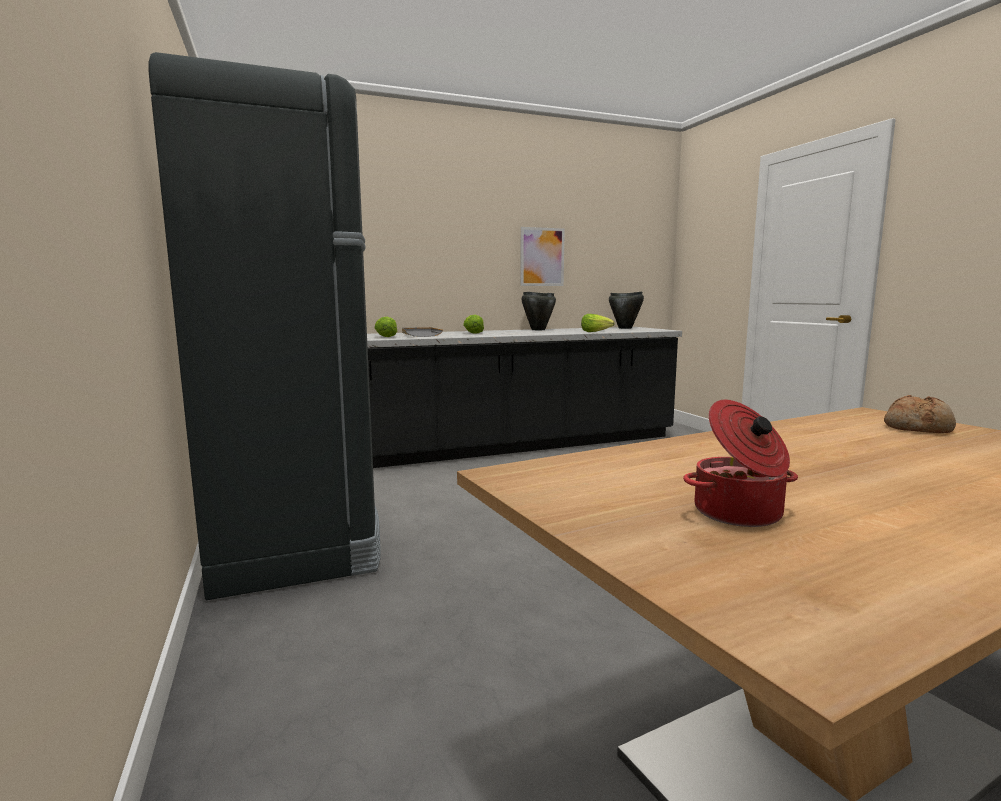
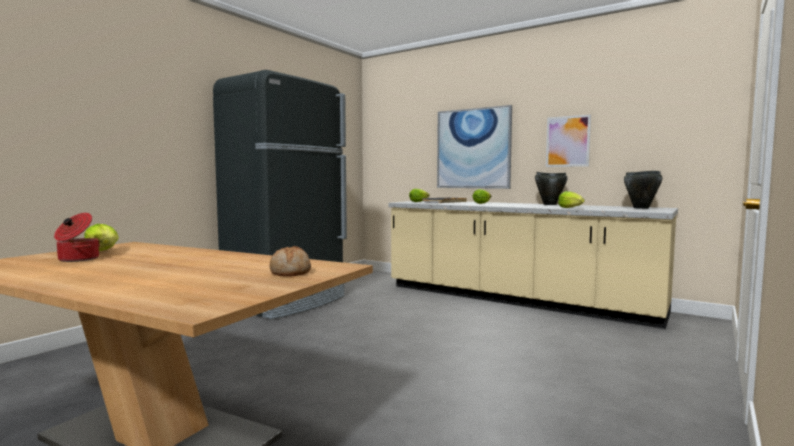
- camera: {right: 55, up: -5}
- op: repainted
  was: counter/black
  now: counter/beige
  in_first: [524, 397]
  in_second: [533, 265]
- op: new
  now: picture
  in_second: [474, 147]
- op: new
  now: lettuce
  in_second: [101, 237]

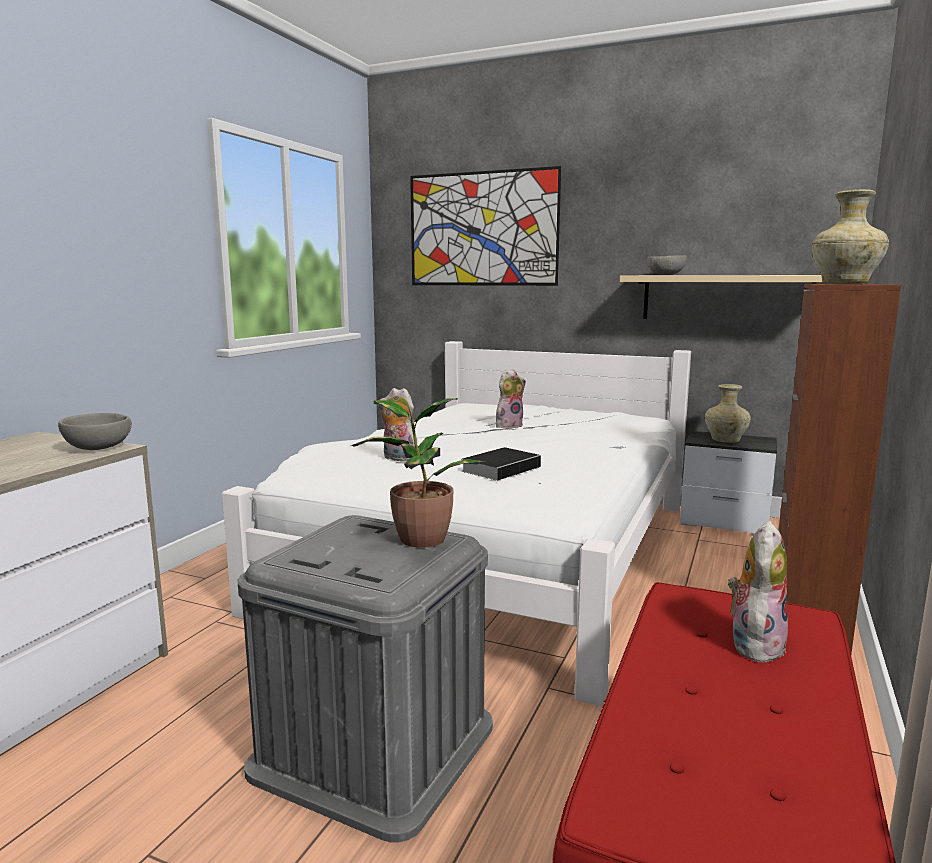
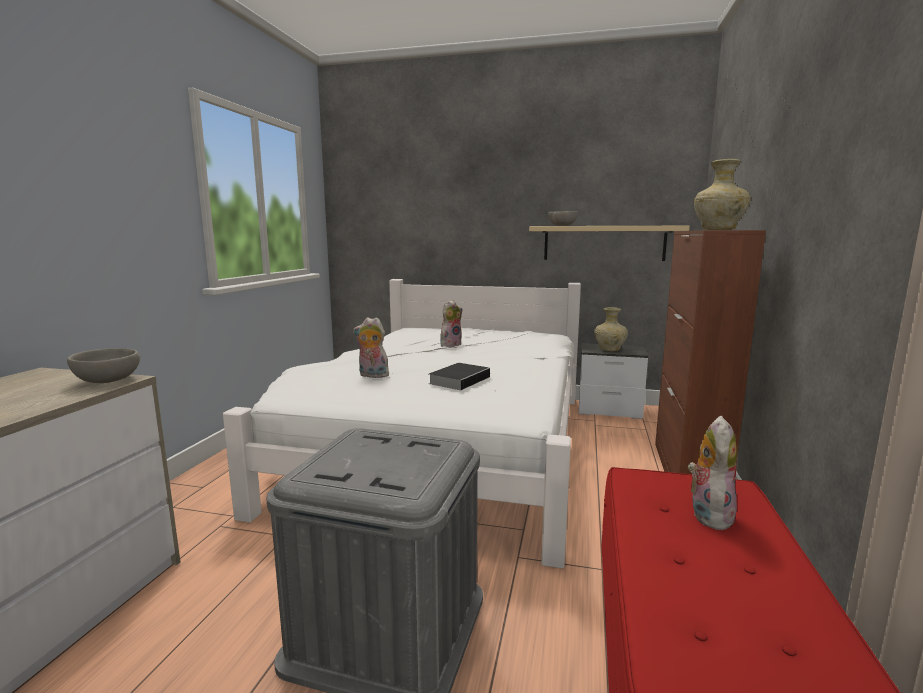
- camera: {right: -10, up: 0}
- op: gone
  was: picture
  in_first: [485, 226]
- op: gone
  was: potted plant
  in_first: [418, 473]

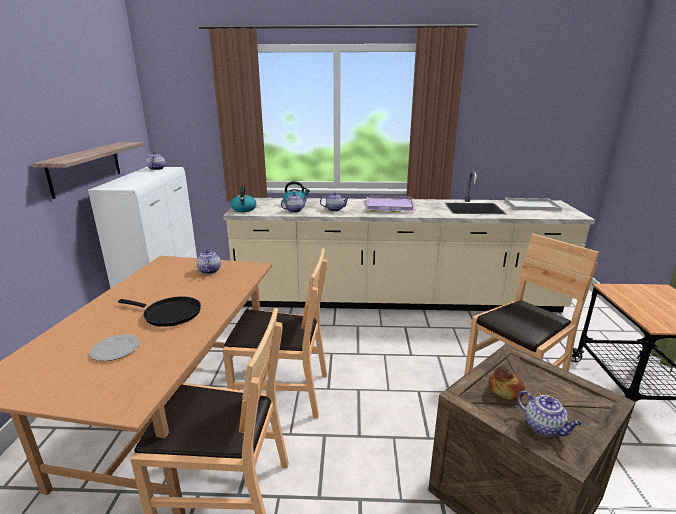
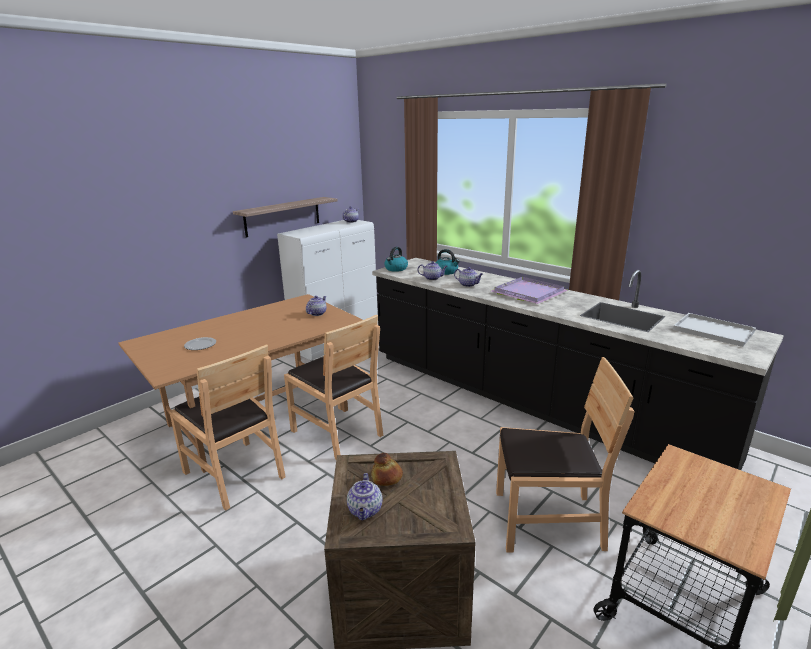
- camera: {right: 40, up: 0}
- op: repainted
  was: counter/beige
  now: counter/black
  in_first: [409, 241]
  in_second: [578, 364]
- op: gone
  was: frying pan/black
  in_first: [159, 311]

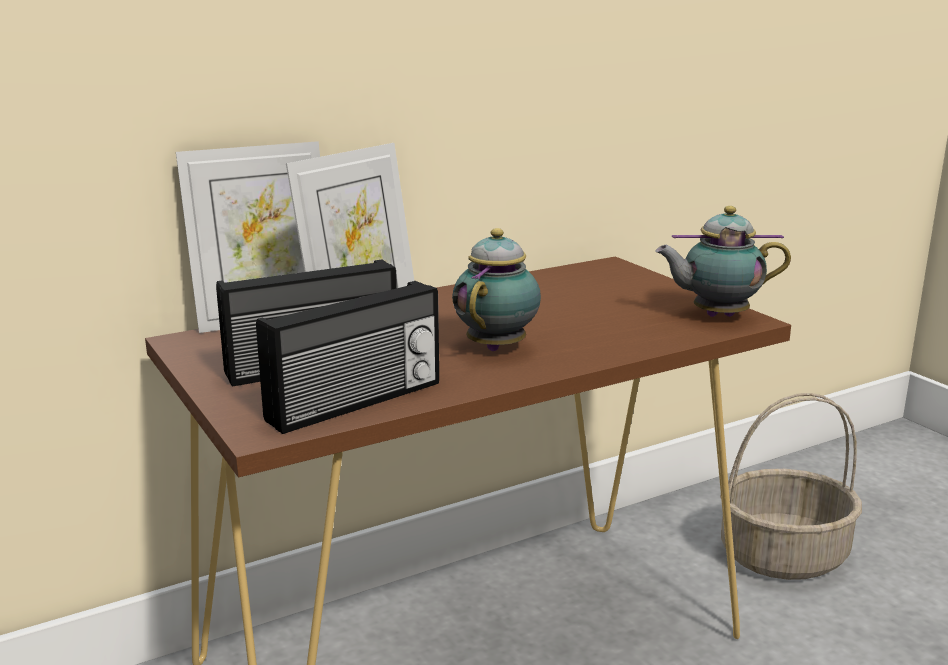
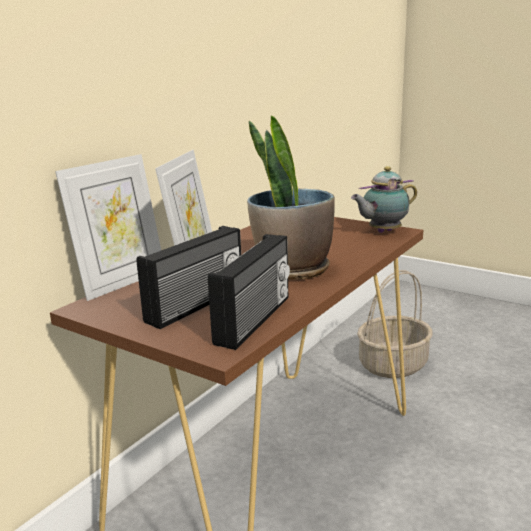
- camera: {right: -25, up: 0}
- op: swapped
  was: teapot
  now: potted plant
  in_first: [496, 289]
  in_second: [291, 197]

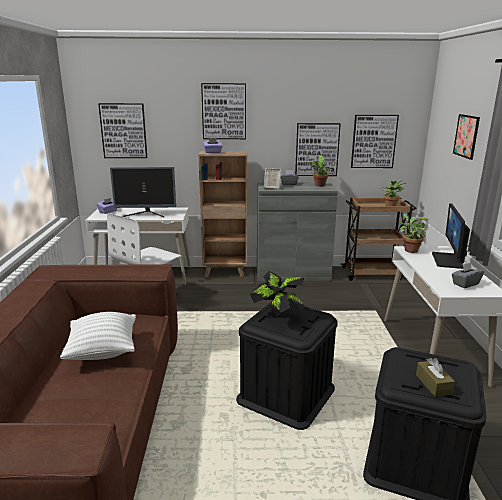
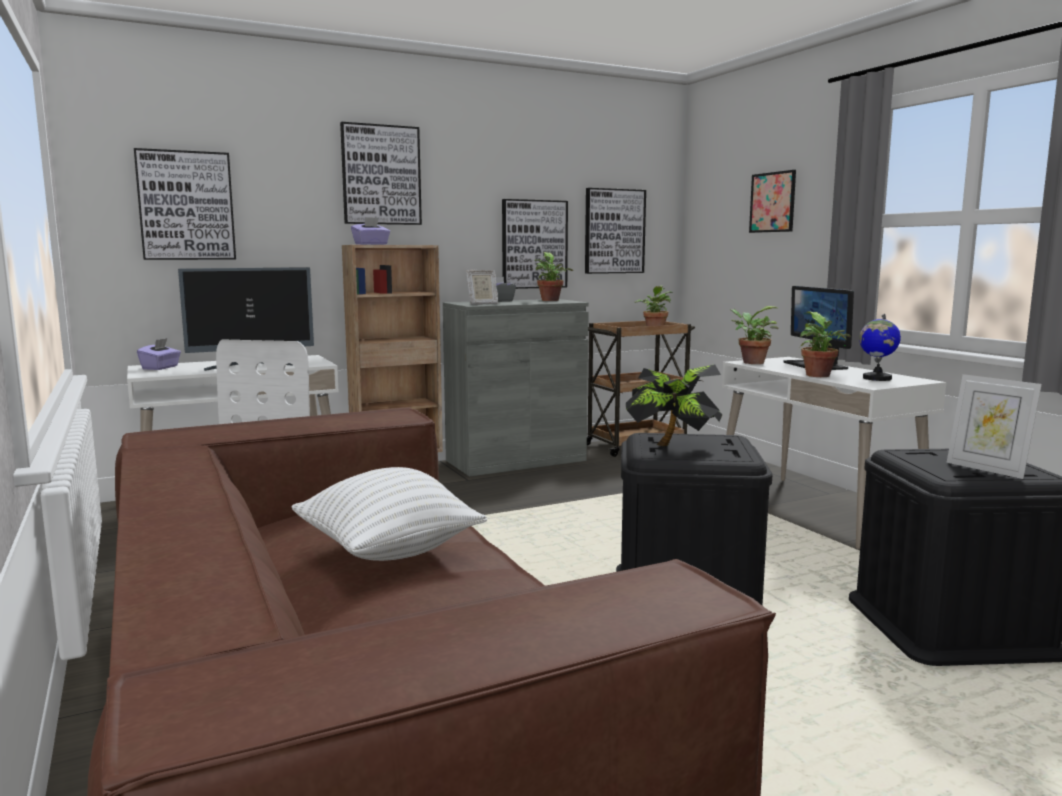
- camera: {right: -25, up: -10}
- op: swapped
  was: tissue box/grey
  now: globe
  in_first: [468, 275]
  in_second: [880, 347]
- op: swapped
  was: tissue box/brown
  now: picture frame
  in_first: [435, 377]
  in_second: [994, 426]
- op: new
  now: potted plant
  in_second: [825, 344]

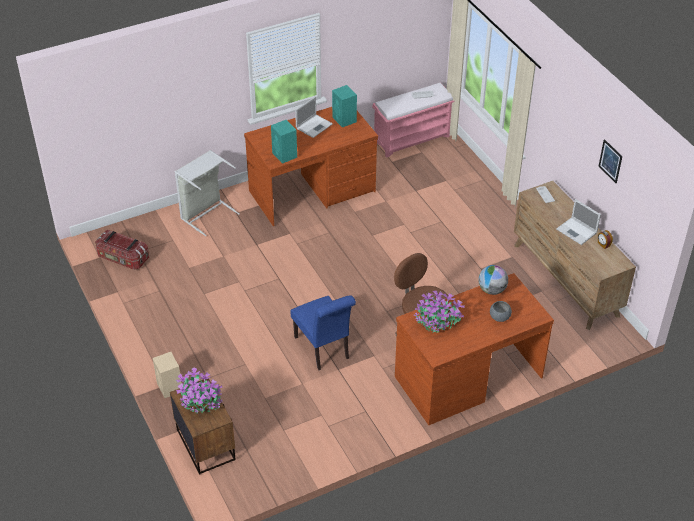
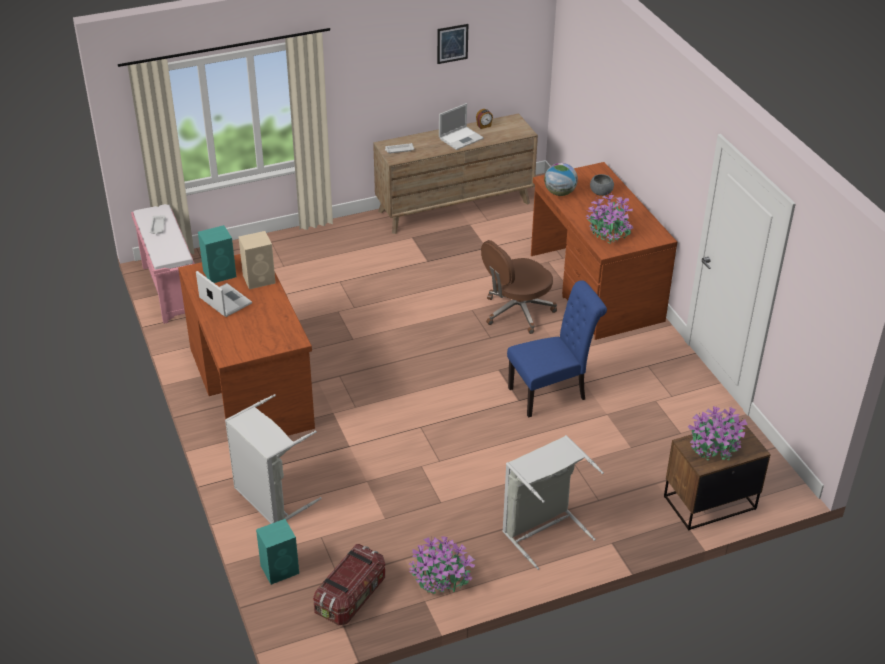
- camera: {right: -85, up: -5}
- op: shifted
  was: speaker/turquoise
  in_first: [284, 142]
  in_second: [277, 552]
- op: shifted
  was: speaker/beige
  in_first: [167, 375]
  in_second: [257, 260]
- op: new
  now: laundry basket/grey
  in_second: [553, 502]
- op: new
  now: potted plant
  in_second: [442, 565]

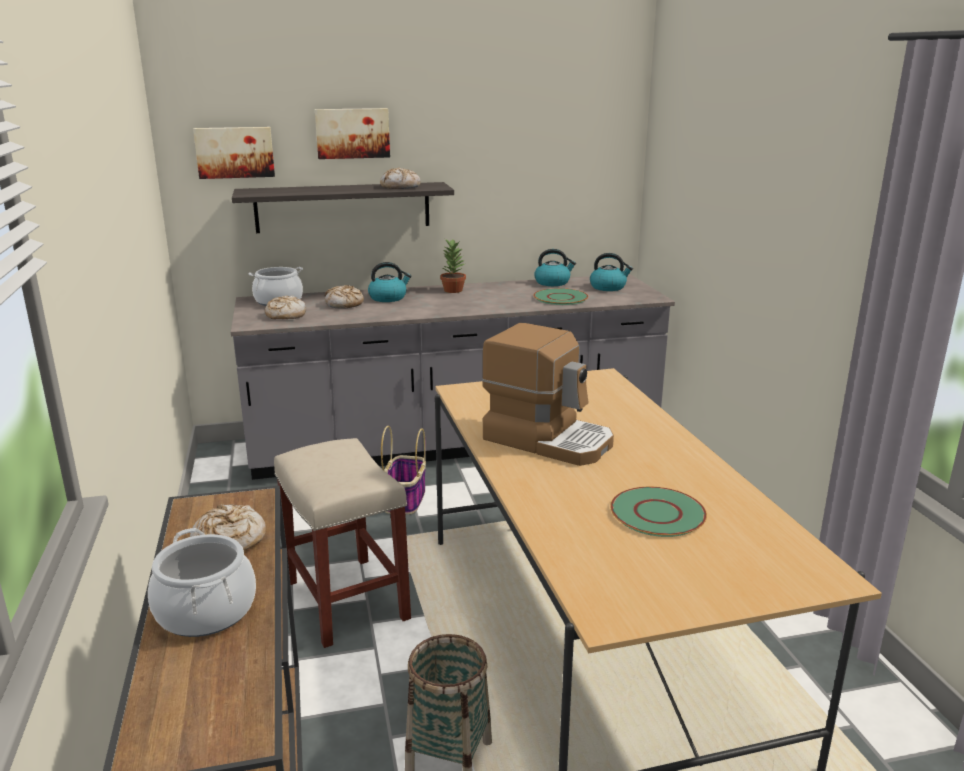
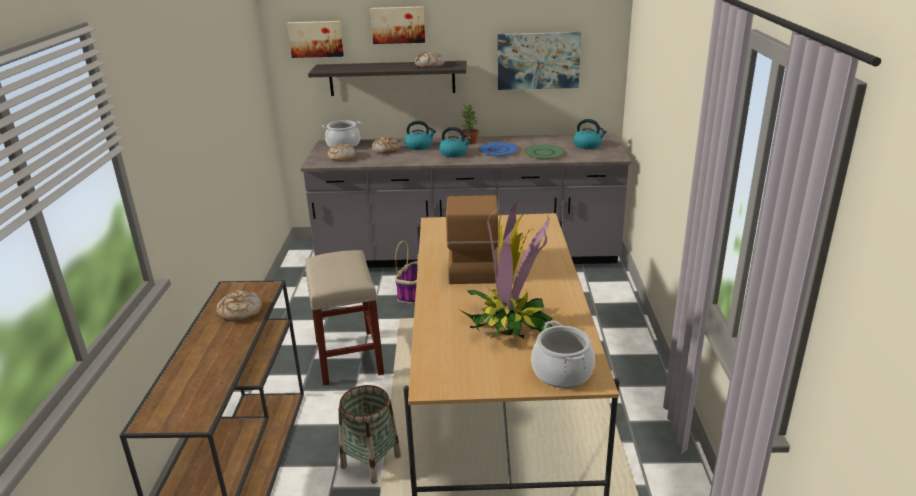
- camera: {right: 15, up: 5}
- op: shifted
  was: kettle
  in_first: [555, 267]
  in_second: [455, 142]
- op: rotated
  was: coffee machine
  in_first: [548, 394]
  in_second: [472, 239]
  clockwise: -135
- op: swapped
  was: plate/green
  now: potted plant
  in_first: [658, 512]
  in_second: [506, 270]
- op: shifted
  was: cooking pot
  in_first: [202, 582]
  in_second: [563, 354]
- op: new
  now: picture
  in_second: [539, 61]
- op: new
  now: plate/blue
  in_second: [498, 149]

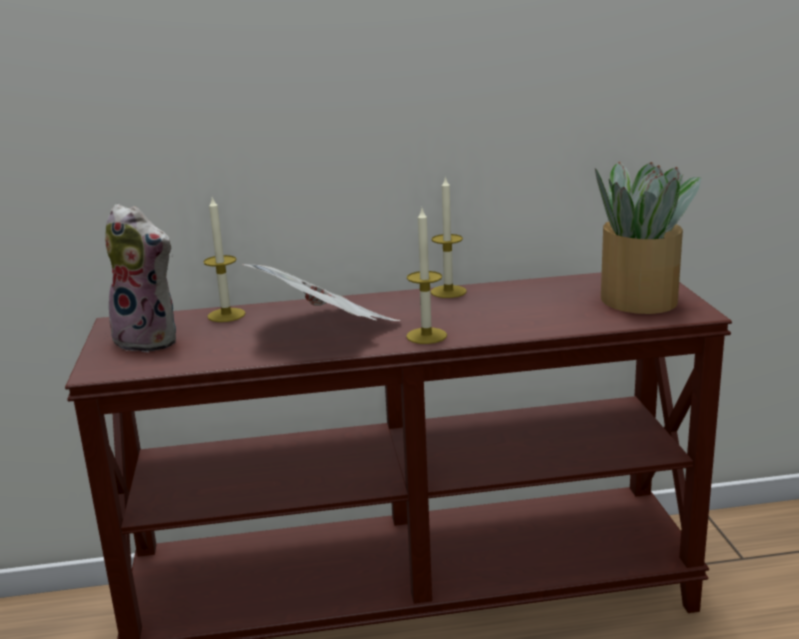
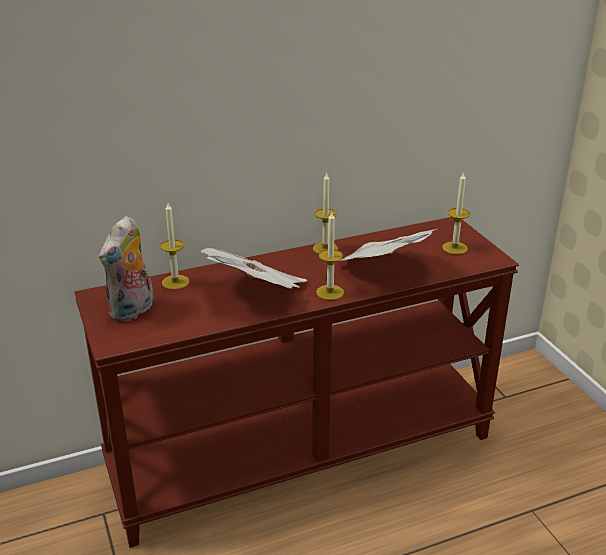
- camera: {right: -15, up: 10}
- op: swapped
  was: potted plant
  now: candle
  in_first: [648, 238]
  in_second: [456, 213]
- op: rotated
  was: plush toy
  in_first: [140, 278]
  in_second: [126, 269]
  clockwise: 105
- op: new
  now: newspaper
  in_second: [387, 245]

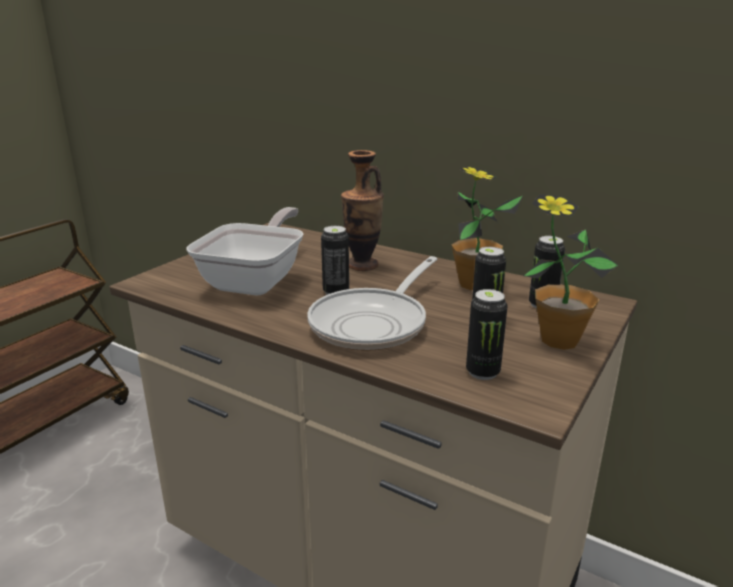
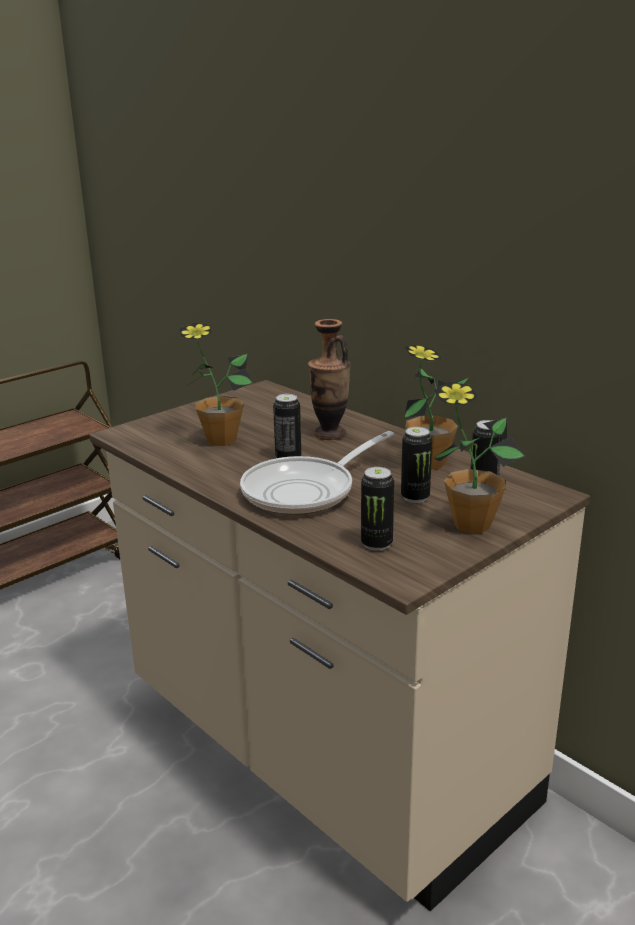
- camera: {right: 15, up: 0}
- op: swapped
  was: frying pan
  now: potted plant
  in_first: [244, 251]
  in_second: [216, 384]

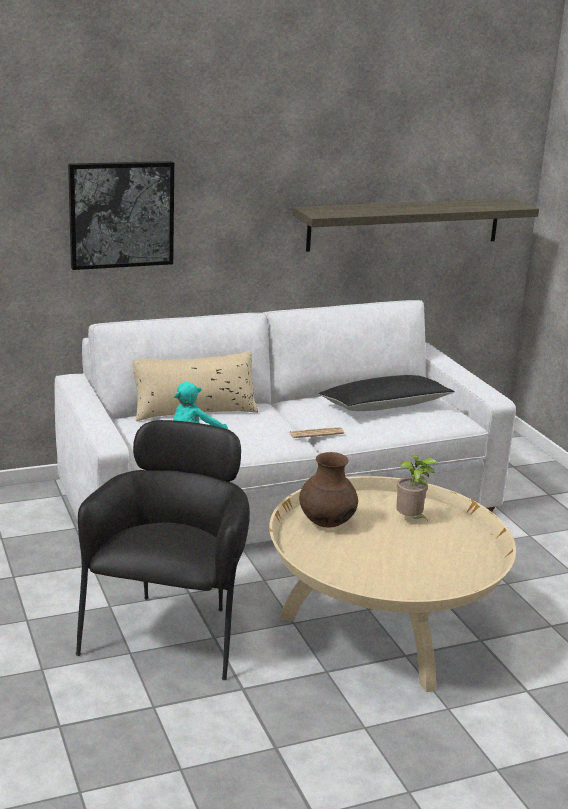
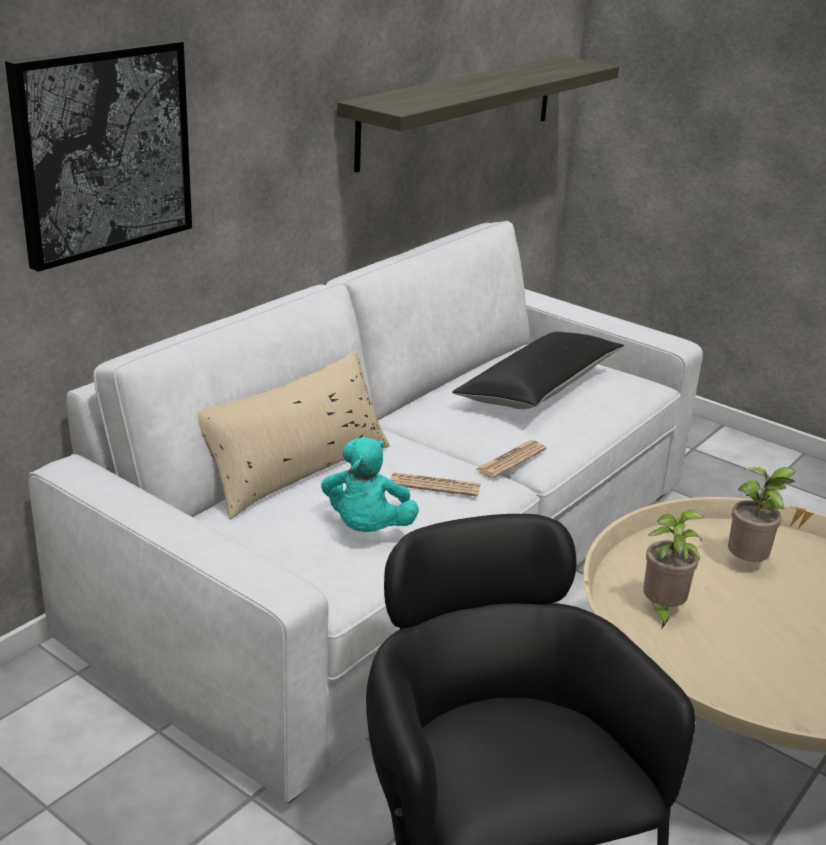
- camera: {right: -30, up: 5}
- op: swapped
  was: vase/brown
  now: potted plant
  in_first: [328, 490]
  in_second: [674, 569]
- op: new
  now: newspaper
  in_second: [435, 484]

